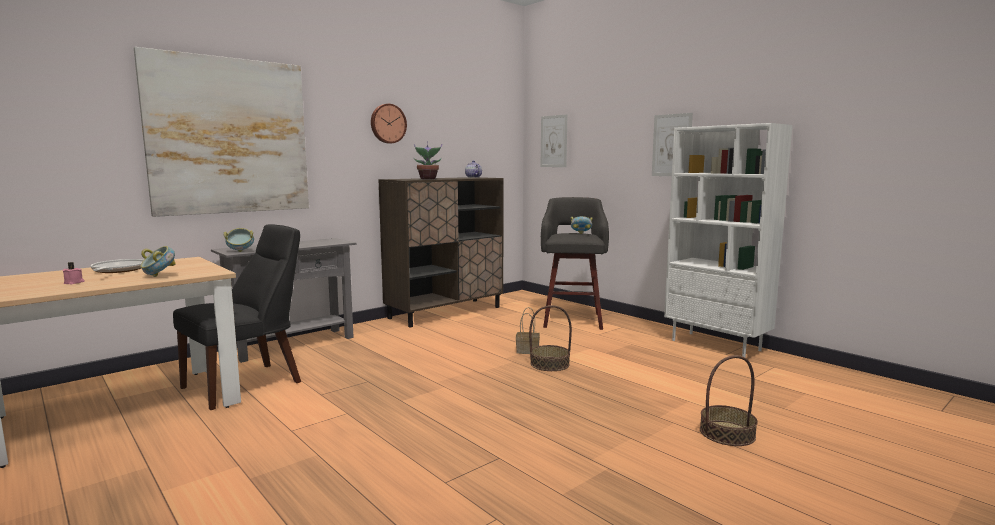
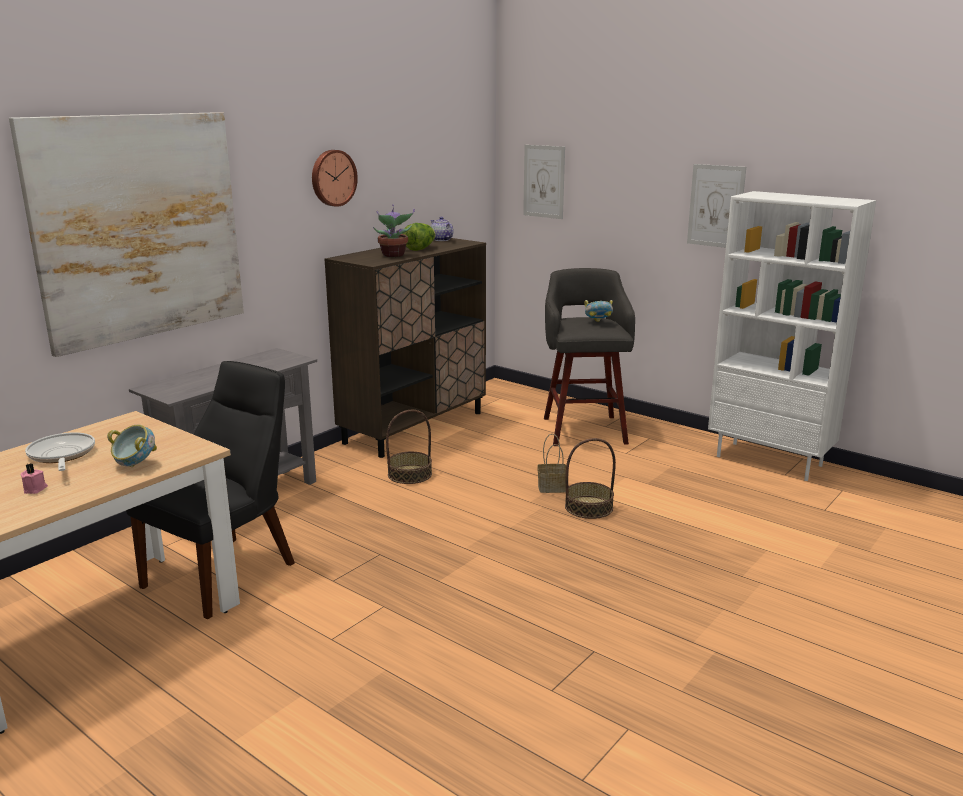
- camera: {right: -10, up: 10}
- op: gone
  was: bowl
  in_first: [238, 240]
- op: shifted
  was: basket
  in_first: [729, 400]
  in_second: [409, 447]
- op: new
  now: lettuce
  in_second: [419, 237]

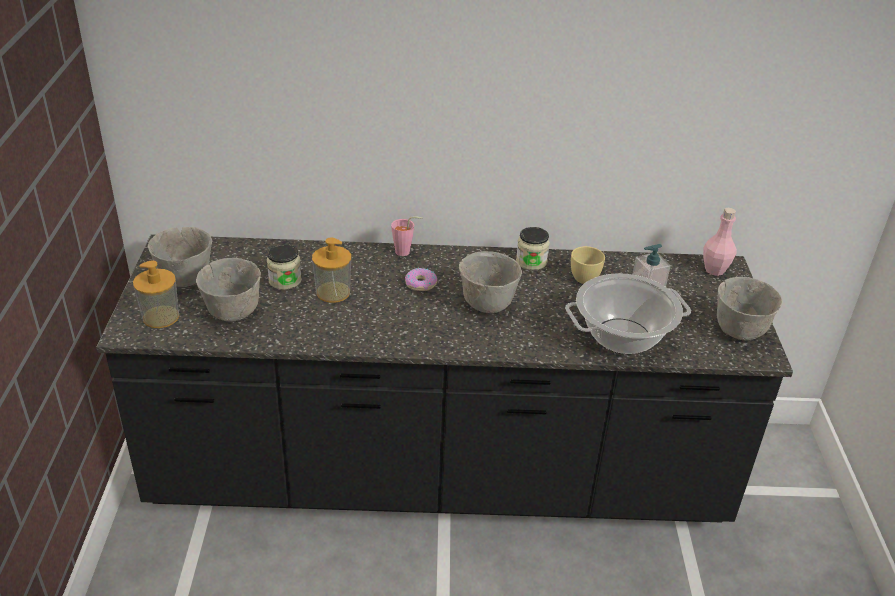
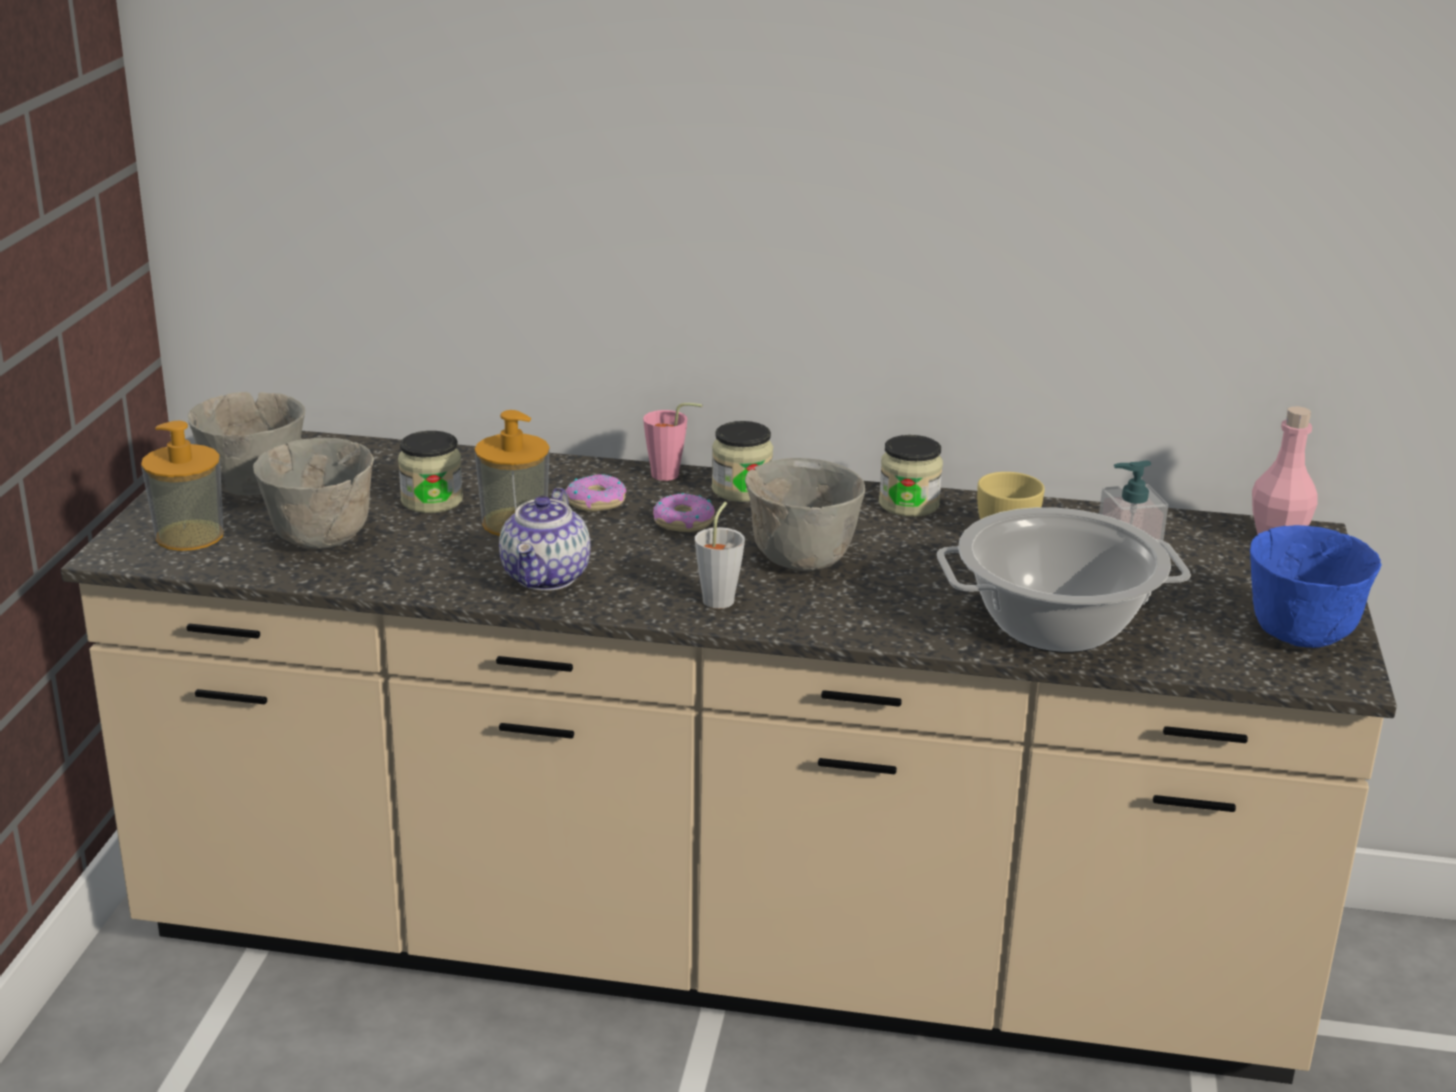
- camera: {right: 10, up: -10}
- op: repainted
  was: counter/black
  now: counter/beige
  in_first: [444, 378]
  in_second: [729, 757]
- op: repainted
  was: bowl/grey
  now: bowl/blue
  in_first: [749, 309]
  in_second: [1316, 586]
- op: new
  now: jar
  in_second: [742, 461]
- op: new
  now: donut
  in_second: [596, 493]
- op: new
  now: teapot
  in_second: [544, 539]
- op: new
  now: cup/grey
  in_second: [720, 555]

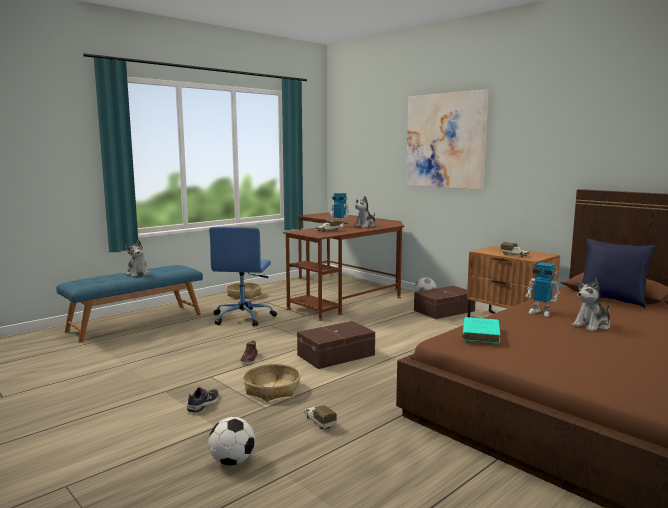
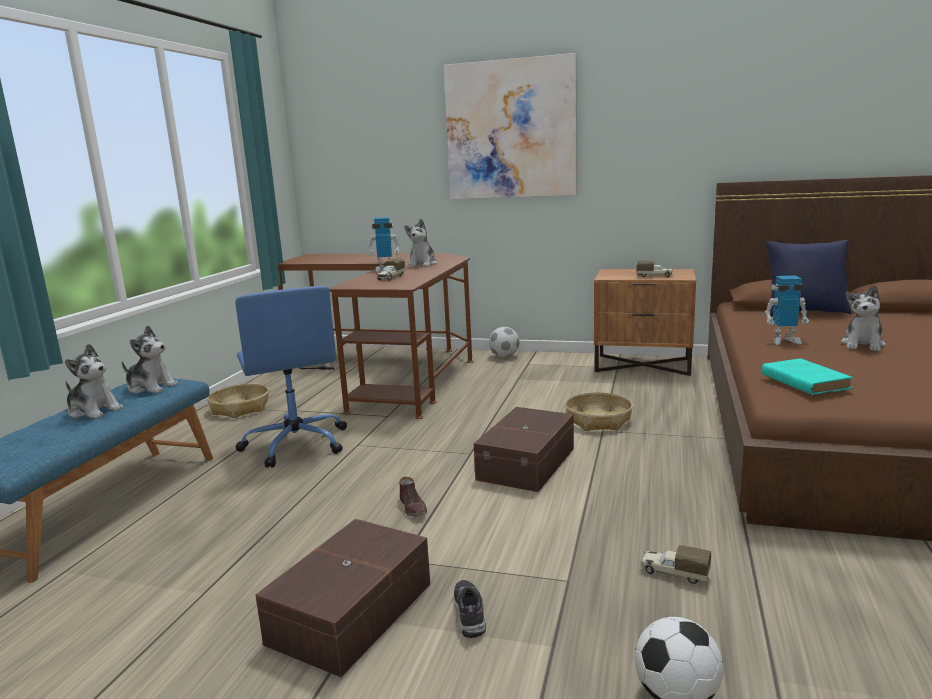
- camera: {right: -30, up: 5}
- op: shifted
  was: storage box/brown
  in_first: [444, 302]
  in_second: [342, 598]
- op: shifted
  was: basket
  in_first: [272, 382]
  in_second: [599, 411]
- op: new
  now: plush toy
  in_second: [150, 359]

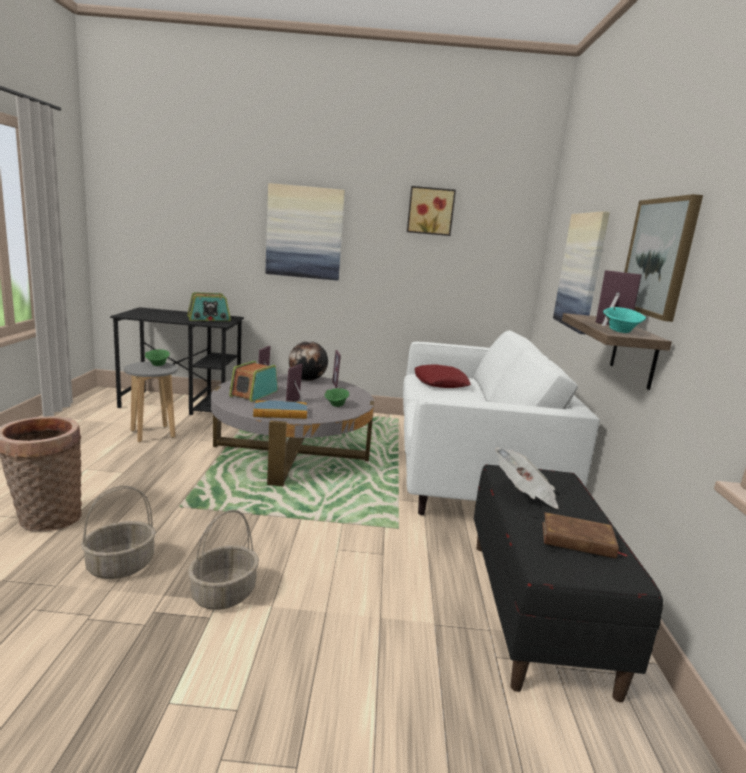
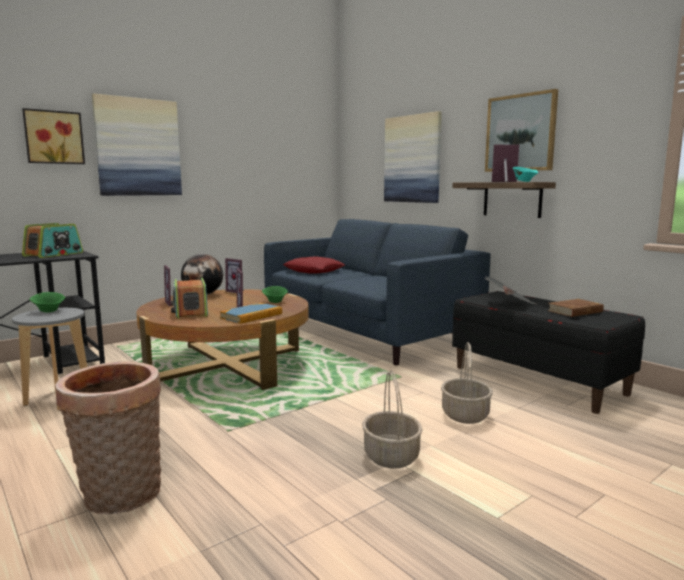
- camera: {right: -40, up: -5}
- op: shifted
  was: picture
  in_first: [431, 211]
  in_second: [53, 136]
- op: repainted
  was: sofa/white
  now: sofa/blue
  in_first: [501, 422]
  in_second: [377, 292]
- op: repainted
  was: coffee table/grey
  now: coffee table/brown
  in_first: [292, 430]
  in_second: [223, 339]
- op: shifted
  was: basket
  in_first: [118, 532]
  in_second: [467, 383]

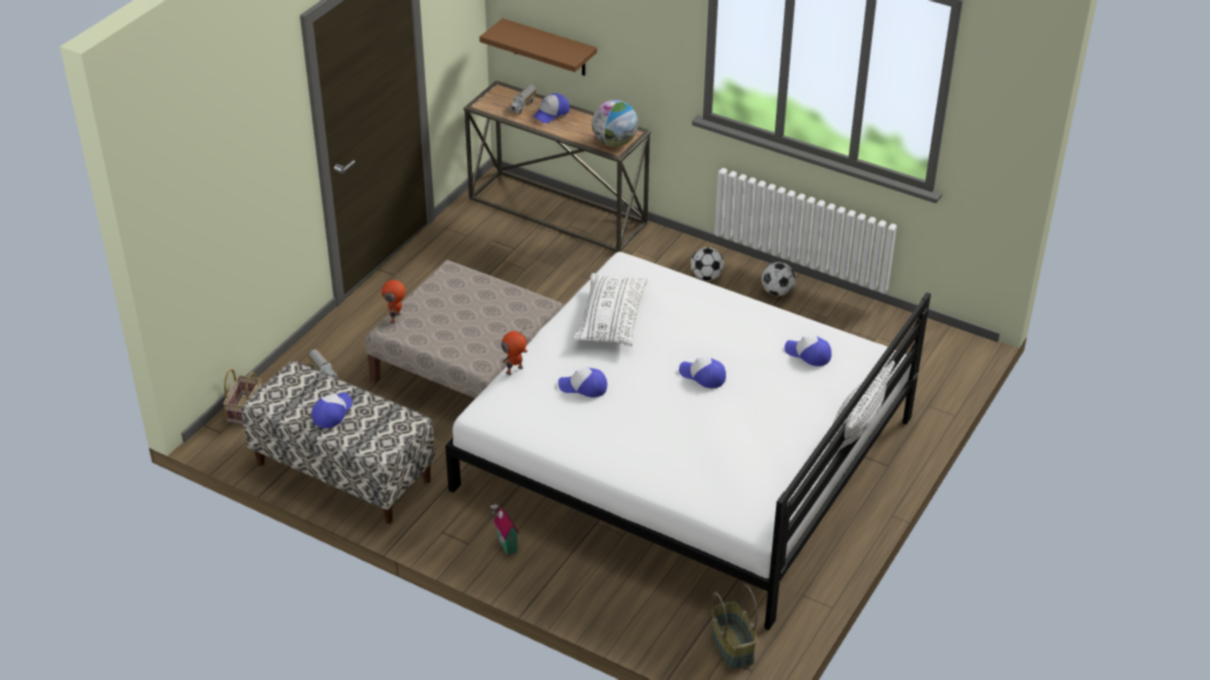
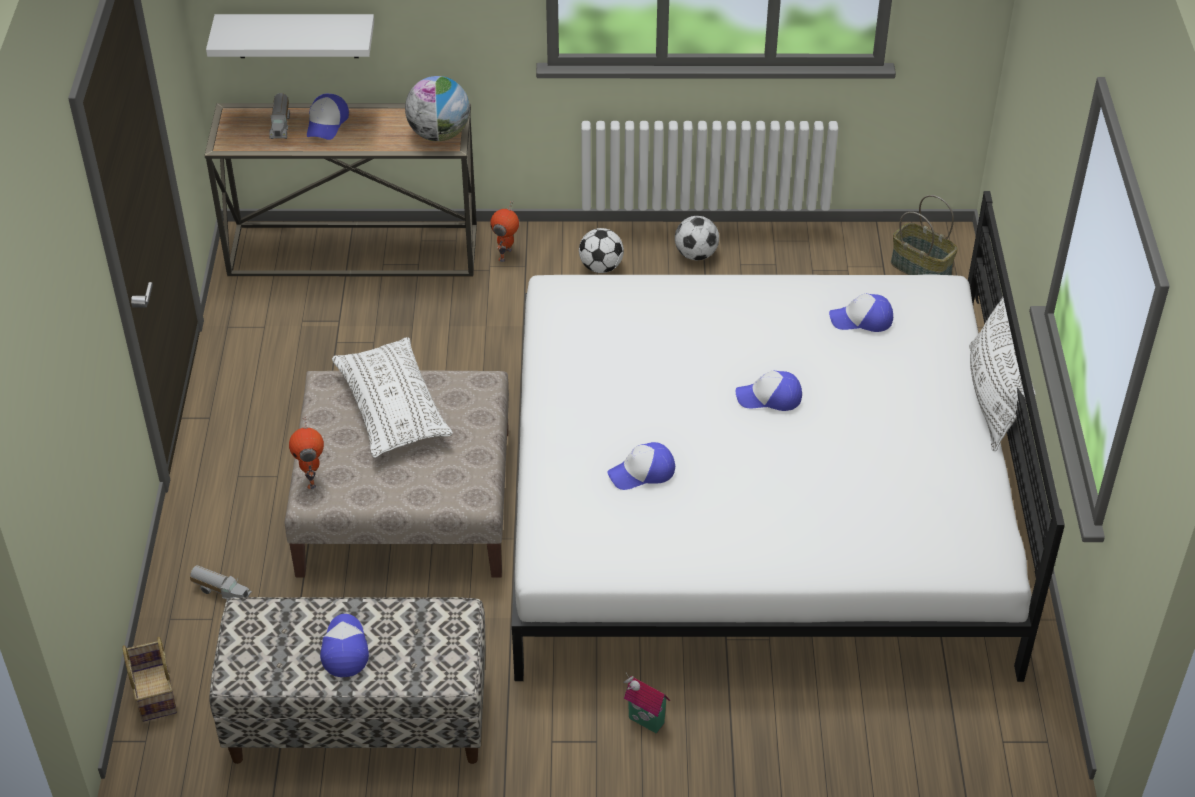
- camera: {right: -30, up: 5}
- op: repainted
  was: shelf/brown
  now: shelf/white
  in_first: [538, 47]
  in_second: [290, 36]
- op: shifted
  was: pillow/white
  in_first: [610, 309]
  in_second: [392, 397]
- op: shifted
  was: toy robot
  in_first: [514, 351]
  in_second: [504, 231]
- op: shifted
  was: basket
  in_first: [734, 627]
  in_second: [924, 235]

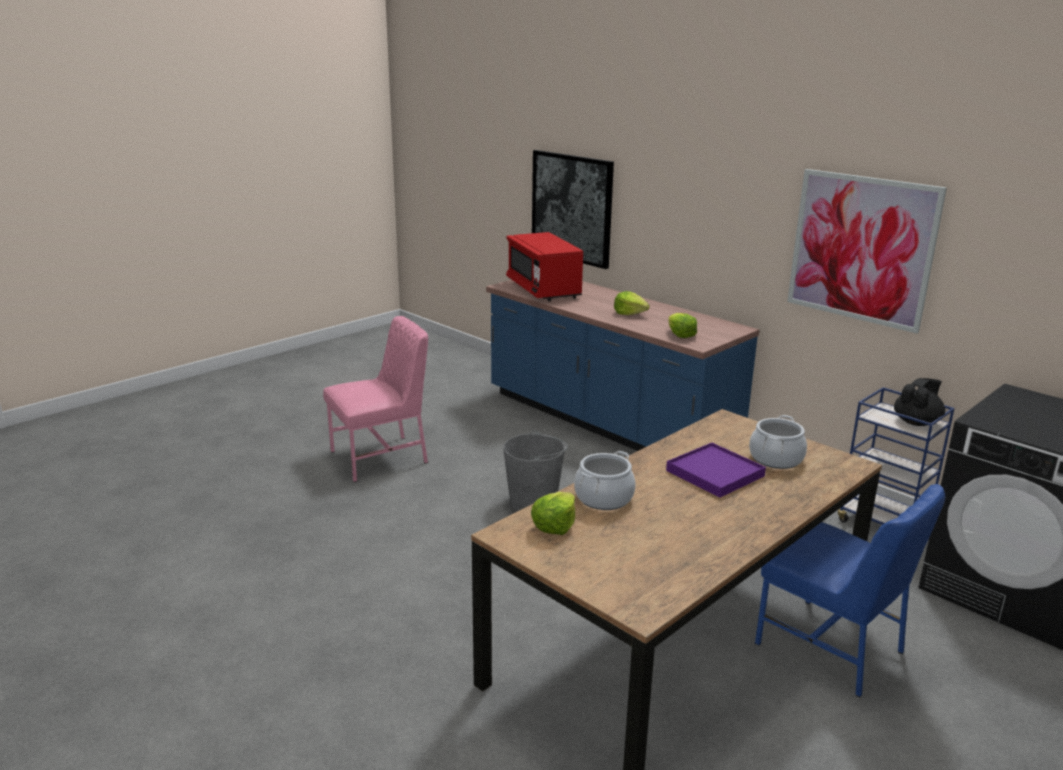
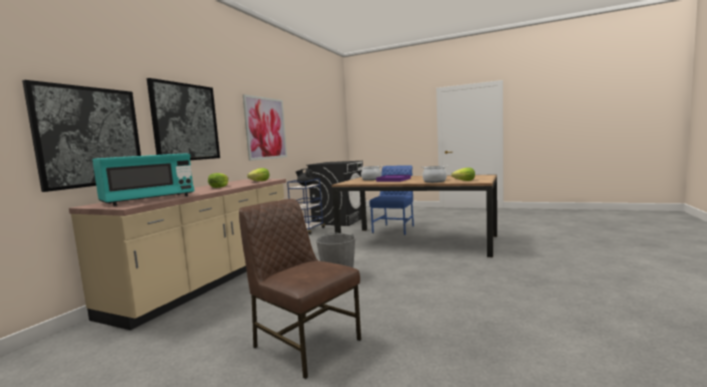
- camera: {right: -110, up: -15}
- op: repainted
  was: microwave/red
  now: microwave/turquoise
  in_first: [544, 267]
  in_second: [143, 179]
- op: repainted
  was: counter/blue
  now: counter/beige
  in_first: [622, 365]
  in_second: [177, 254]
- op: repainted
  was: chair/pink
  now: chair/brown
  in_first: [375, 399]
  in_second: [300, 289]
- op: new
  now: picture
  in_second: [183, 119]

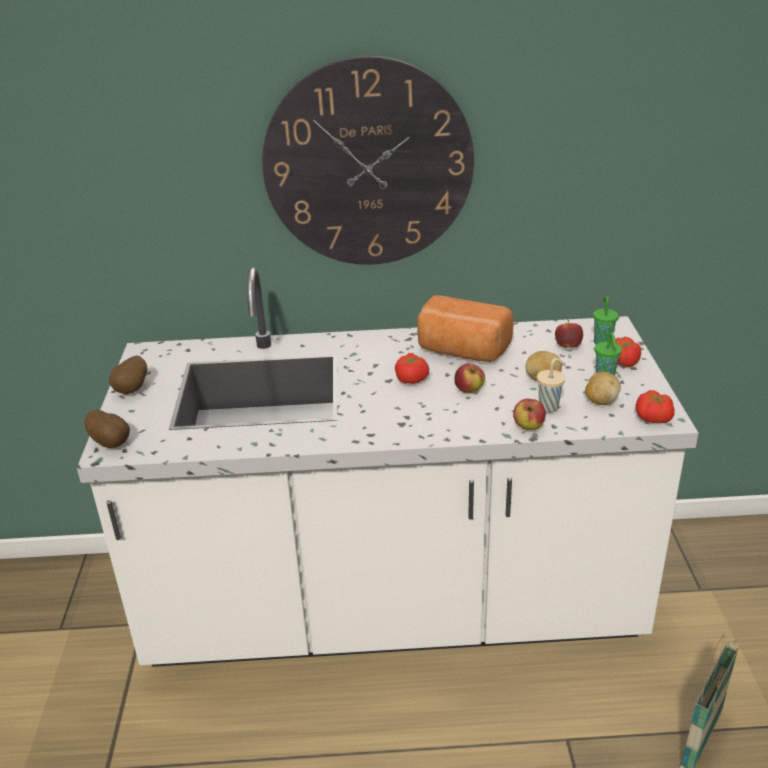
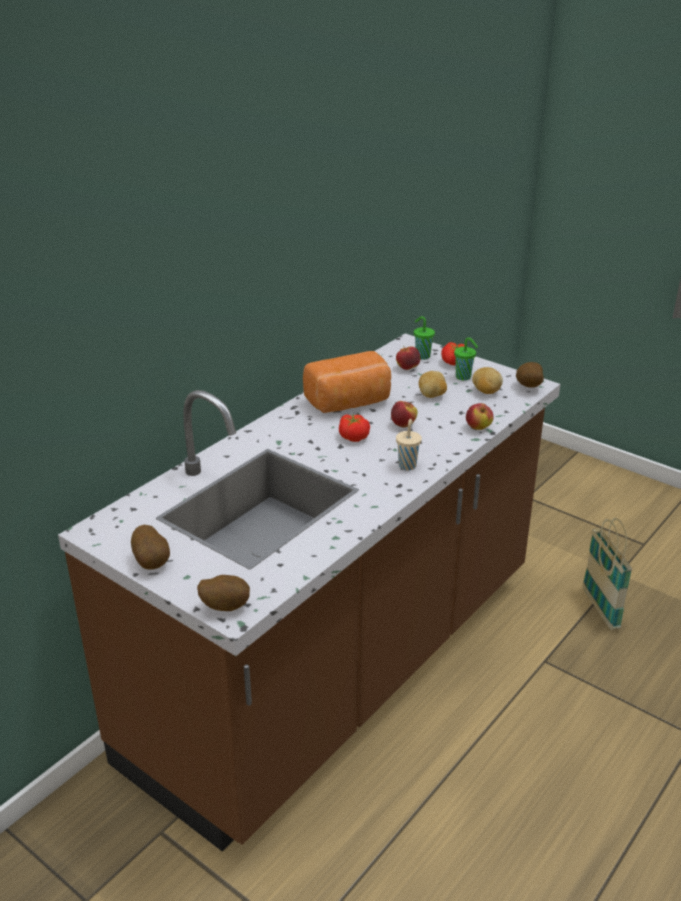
- camera: {right: -50, up: 0}
- op: gone
  was: wall clock
  in_first: [368, 160]
- op: repainted
  was: counter/white
  now: counter/brown
  in_first: [387, 467]
  in_second: [309, 592]
- op: shifted
  was: cup/beige
  in_first: [551, 385]
  in_second: [409, 444]
- op: swapped
  was: tomato
  now: potato
  in_first: [655, 406]
  in_second: [530, 375]

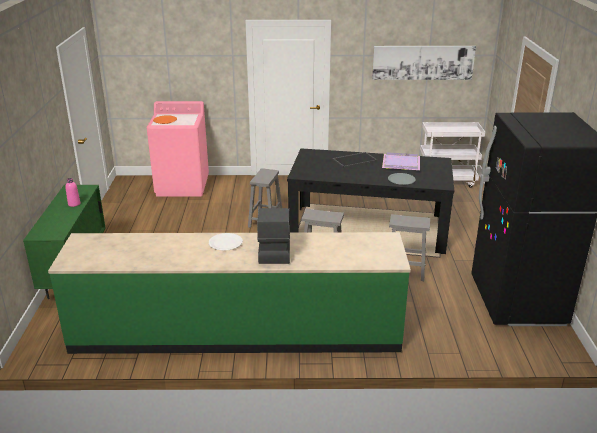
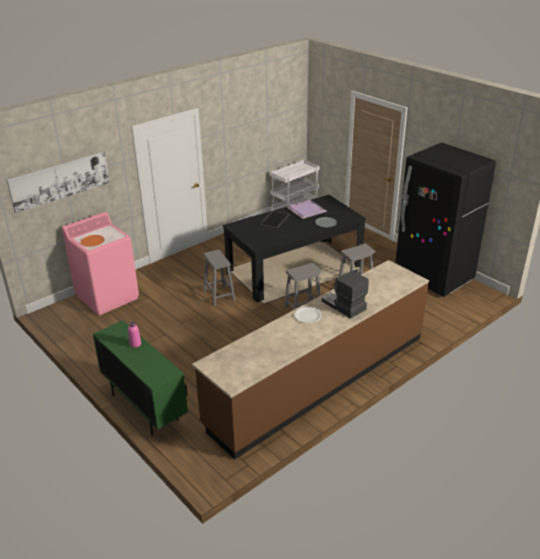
- camera: {right: -40, up: 5}
- op: shifted
  was: picture
  in_first: [424, 63]
  in_second: [58, 182]
- op: repainted
  was: counter/green
  now: counter/brown
  in_first: [229, 293]
  in_second: [310, 359]

